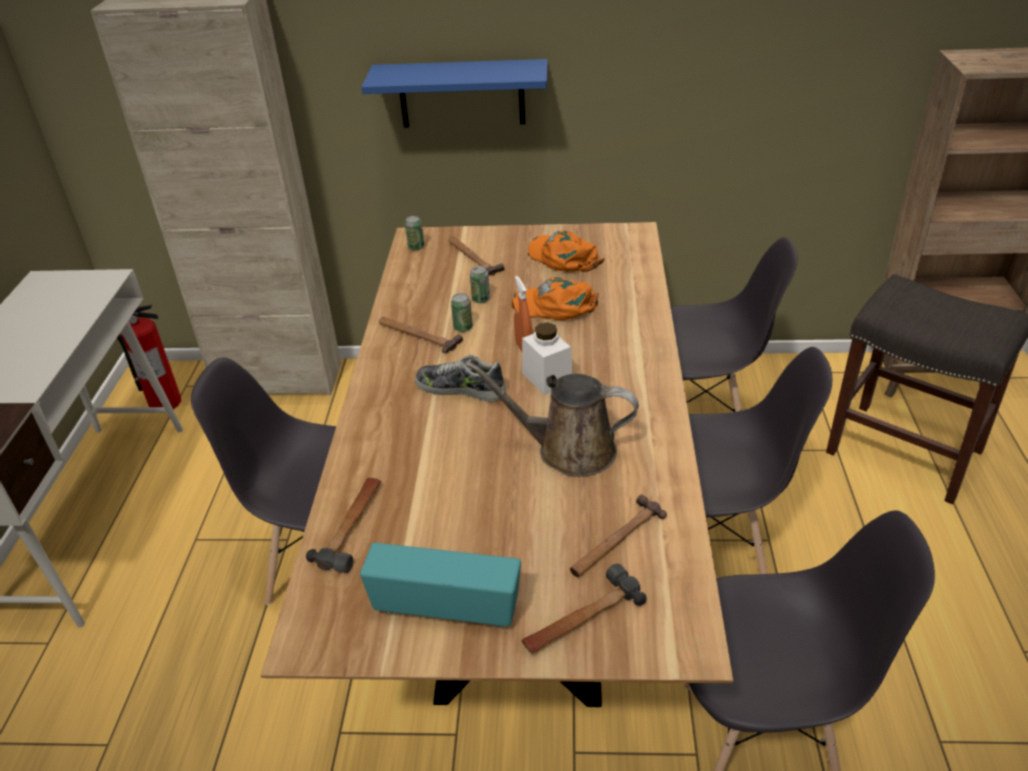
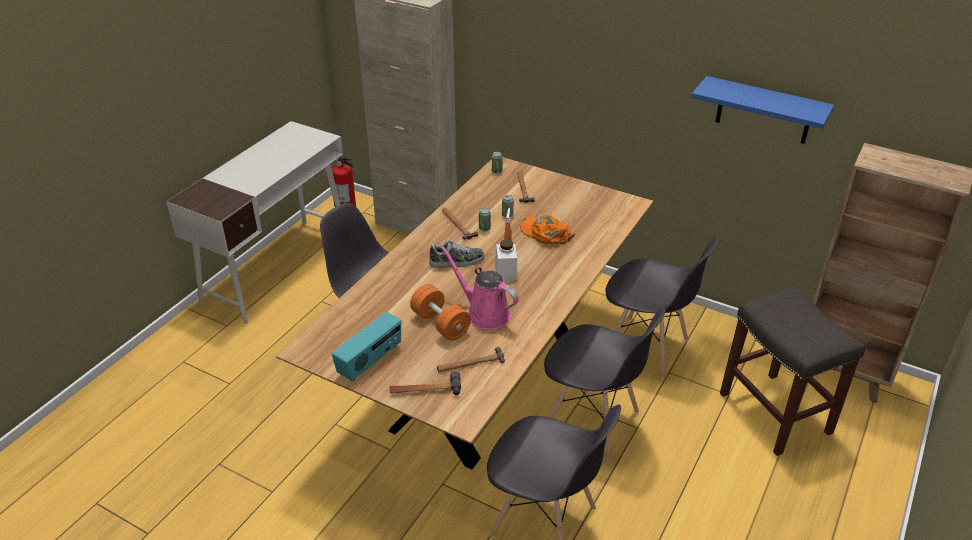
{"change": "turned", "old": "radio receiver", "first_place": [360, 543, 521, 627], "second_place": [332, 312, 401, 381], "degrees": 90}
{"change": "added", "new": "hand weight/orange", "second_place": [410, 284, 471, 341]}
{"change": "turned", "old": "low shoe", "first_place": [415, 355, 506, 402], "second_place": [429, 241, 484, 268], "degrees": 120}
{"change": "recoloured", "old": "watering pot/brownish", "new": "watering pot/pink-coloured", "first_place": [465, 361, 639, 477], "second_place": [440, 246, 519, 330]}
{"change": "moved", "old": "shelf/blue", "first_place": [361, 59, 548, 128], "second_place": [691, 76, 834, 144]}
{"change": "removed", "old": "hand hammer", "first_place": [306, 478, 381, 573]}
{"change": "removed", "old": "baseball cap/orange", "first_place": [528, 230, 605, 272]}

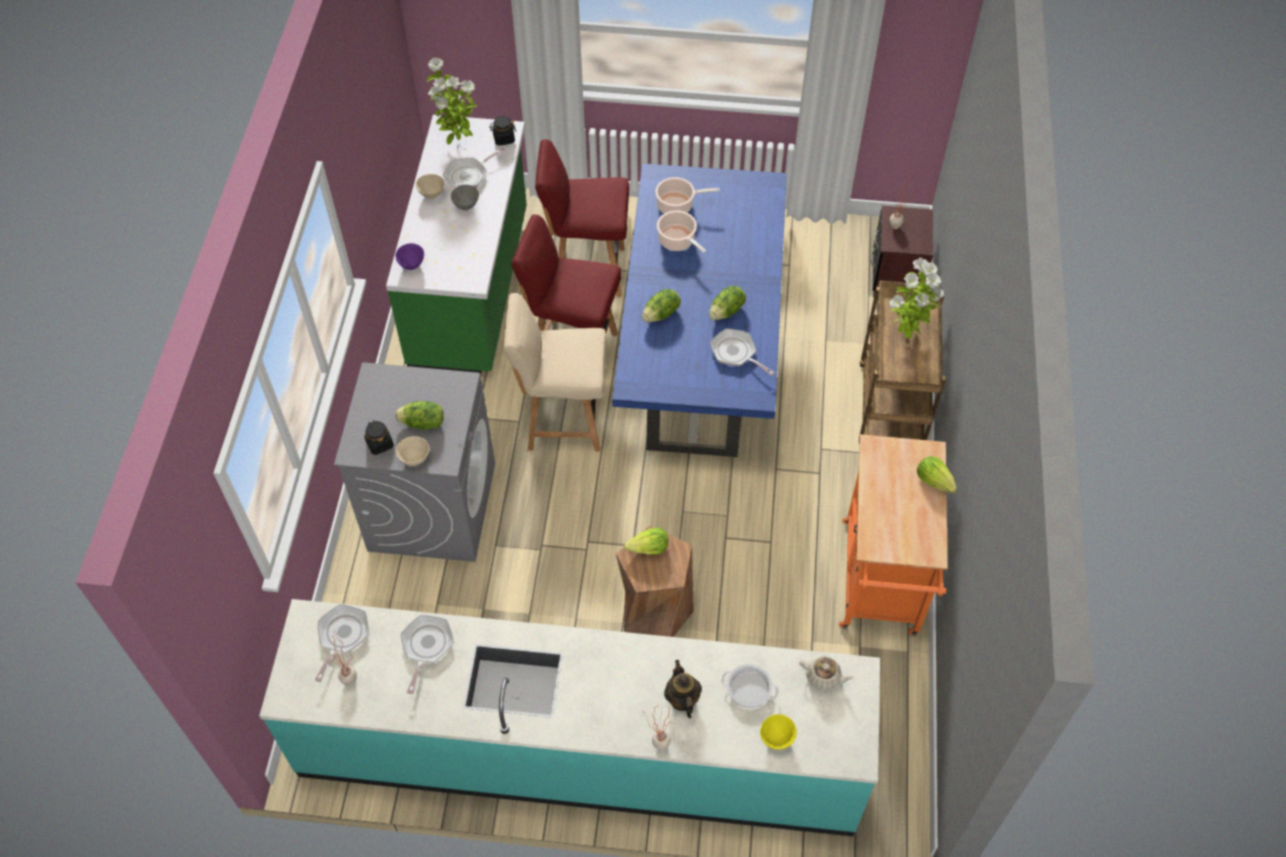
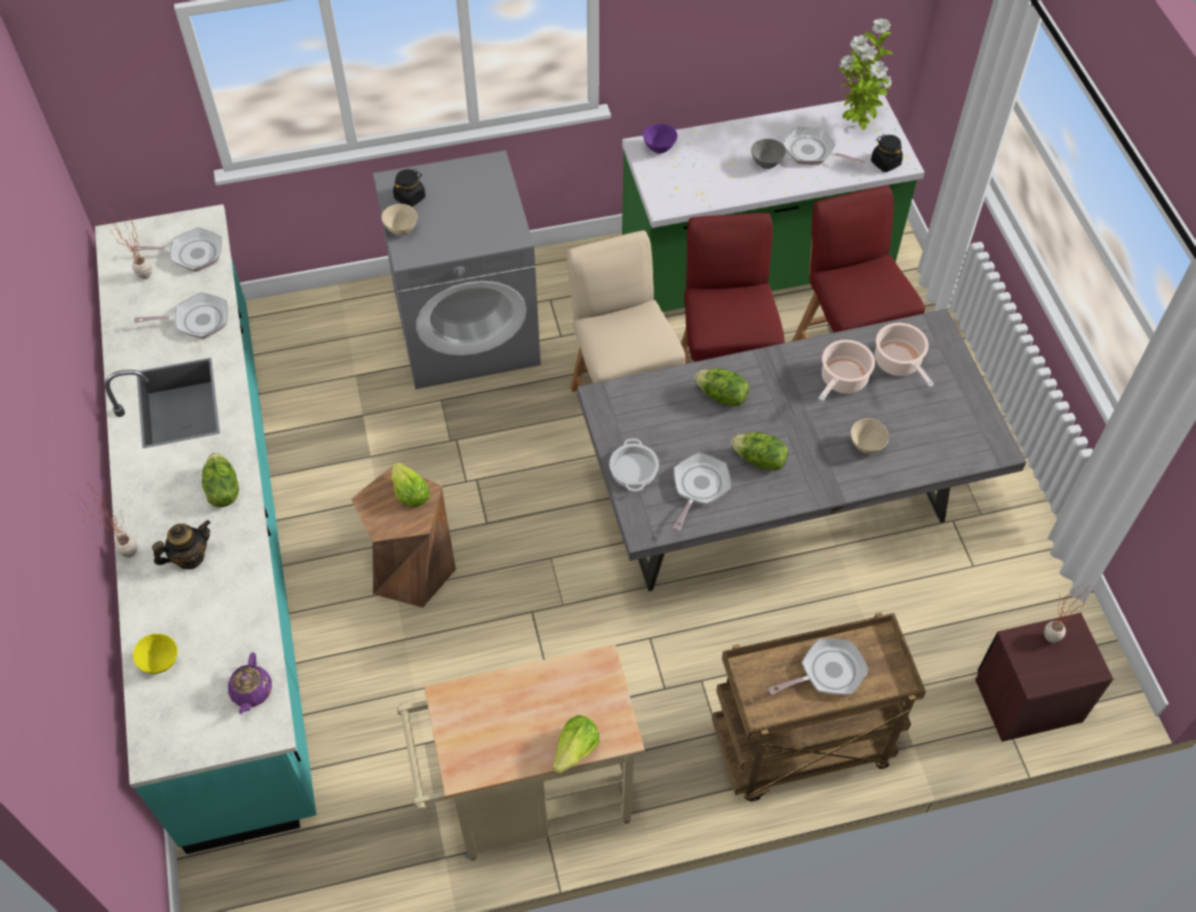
{"change": "moved", "old": "head of lettuce", "first_place": [395, 401, 443, 430], "second_place": [202, 452, 239, 507]}
{"change": "recoloured", "old": "pot for tea/beige", "new": "pot for tea/purple-coloured", "first_place": [799, 656, 855, 691], "second_place": [228, 652, 272, 715]}
{"change": "recoloured", "old": "cart/orange", "new": "cart/beige", "first_place": [839, 434, 948, 636], "second_place": [397, 644, 645, 861]}
{"change": "recoloured", "old": "dining table/blue", "new": "dining table/gray", "first_place": [612, 163, 787, 457], "second_place": [577, 309, 1026, 591]}
{"change": "moved", "old": "stockpot", "first_place": [721, 664, 779, 708], "second_place": [609, 438, 659, 491]}
{"change": "replaced", "old": "plant in a pot", "new": "skillet", "first_place": [889, 258, 944, 338], "second_place": [768, 638, 869, 695]}
{"change": "moved", "old": "bowl/beige", "first_place": [416, 174, 445, 199], "second_place": [851, 418, 889, 454]}

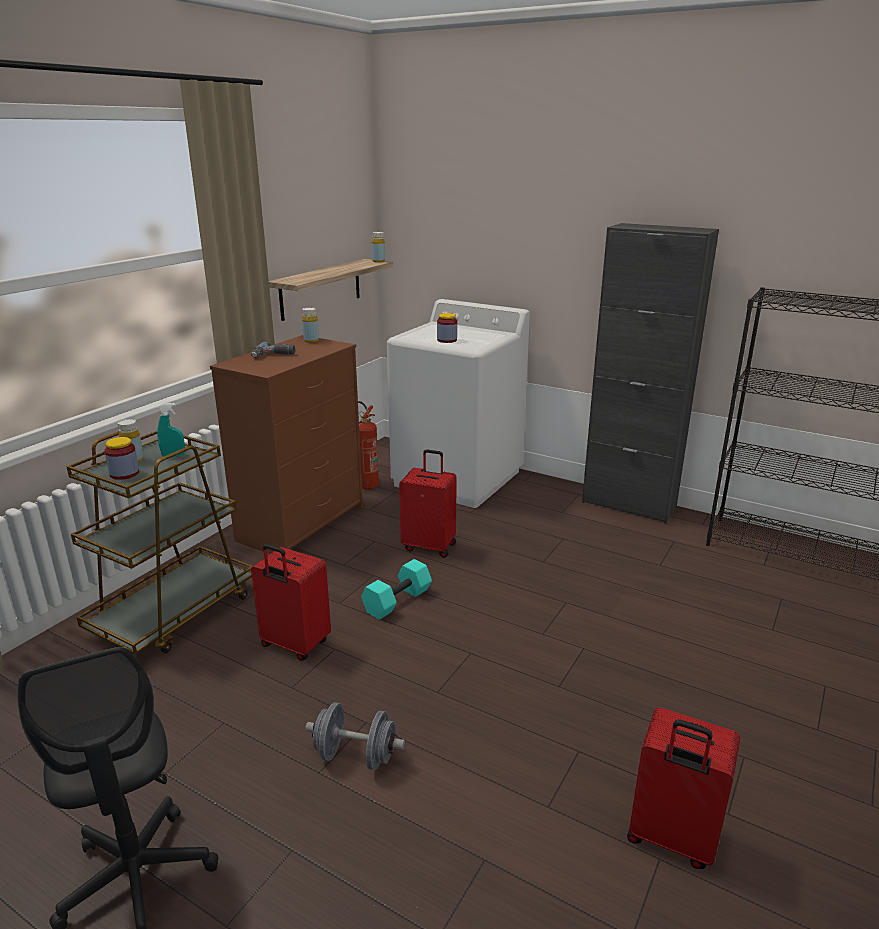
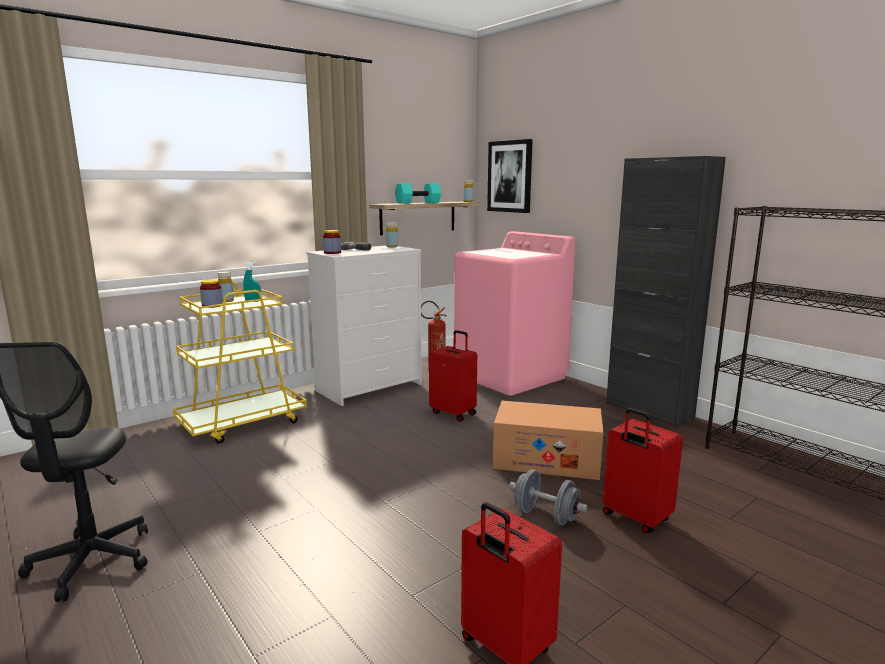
{"change": "recoloured", "old": "cart/brownish", "new": "cart/yellow-coloured", "first_place": [66, 431, 252, 655], "second_place": [173, 281, 307, 444]}
{"change": "recoloured", "old": "chest of drawers/brownish", "new": "chest of drawers/whitish", "first_place": [210, 335, 363, 554], "second_place": [306, 245, 422, 406]}
{"change": "moved", "old": "storage jar", "first_place": [437, 313, 457, 343], "second_place": [323, 230, 341, 254]}
{"change": "moved", "old": "hand weight/turquoise-coloured", "first_place": [361, 559, 432, 620], "second_place": [395, 183, 441, 204]}
{"change": "recoloured", "old": "laundry machine/whitish", "new": "laundry machine/pink-coloured", "first_place": [387, 299, 530, 508], "second_place": [454, 231, 575, 396]}
{"change": "added", "new": "wall art", "second_place": [487, 139, 533, 213]}
{"change": "added", "new": "packing box", "second_place": [493, 401, 603, 480]}
{"change": "moved", "old": "hand weight/gray", "first_place": [305, 702, 405, 770], "second_place": [509, 469, 587, 525]}
{"change": "moved", "old": "travel case/red-coloured", "first_place": [251, 544, 331, 661], "second_place": [602, 408, 683, 533]}

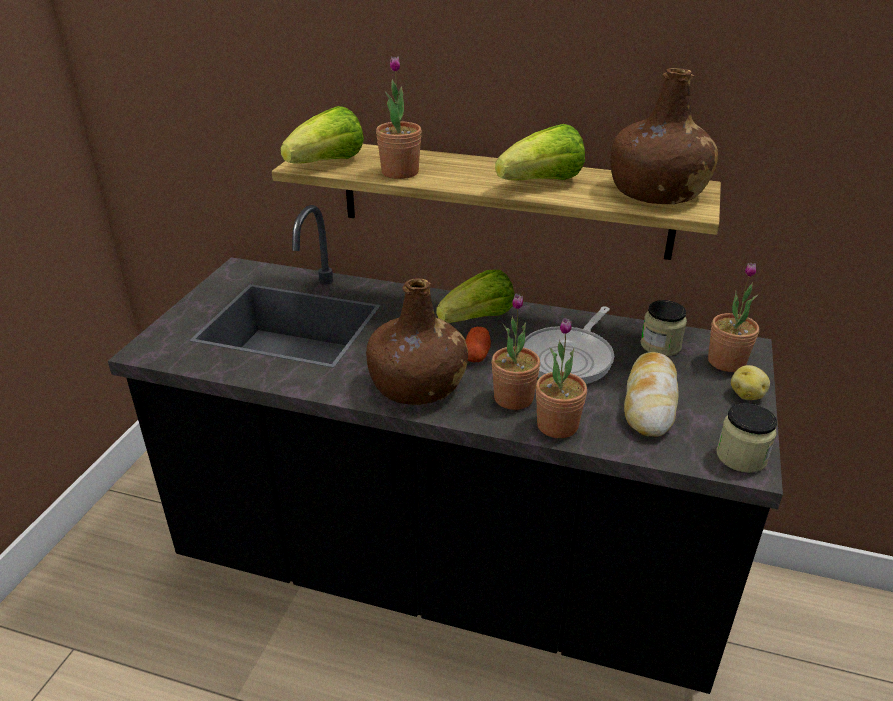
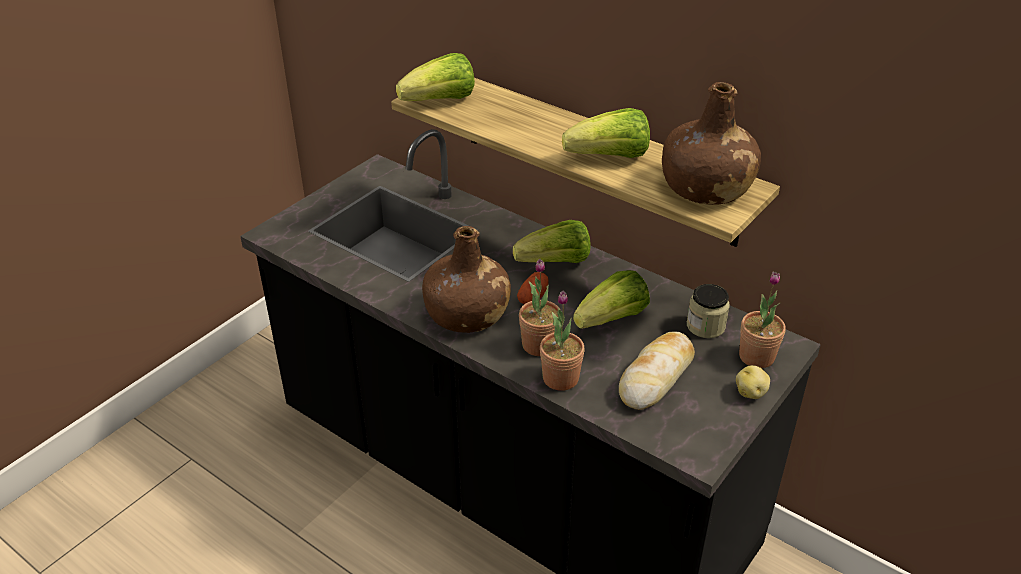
{"change": "replaced", "old": "skillet", "new": "head of lettuce", "first_place": [524, 307, 614, 384], "second_place": [573, 270, 650, 328]}
{"change": "removed", "old": "plant in a pot", "first_place": [376, 56, 422, 179]}
{"change": "removed", "old": "storage jar", "first_place": [717, 403, 777, 473]}

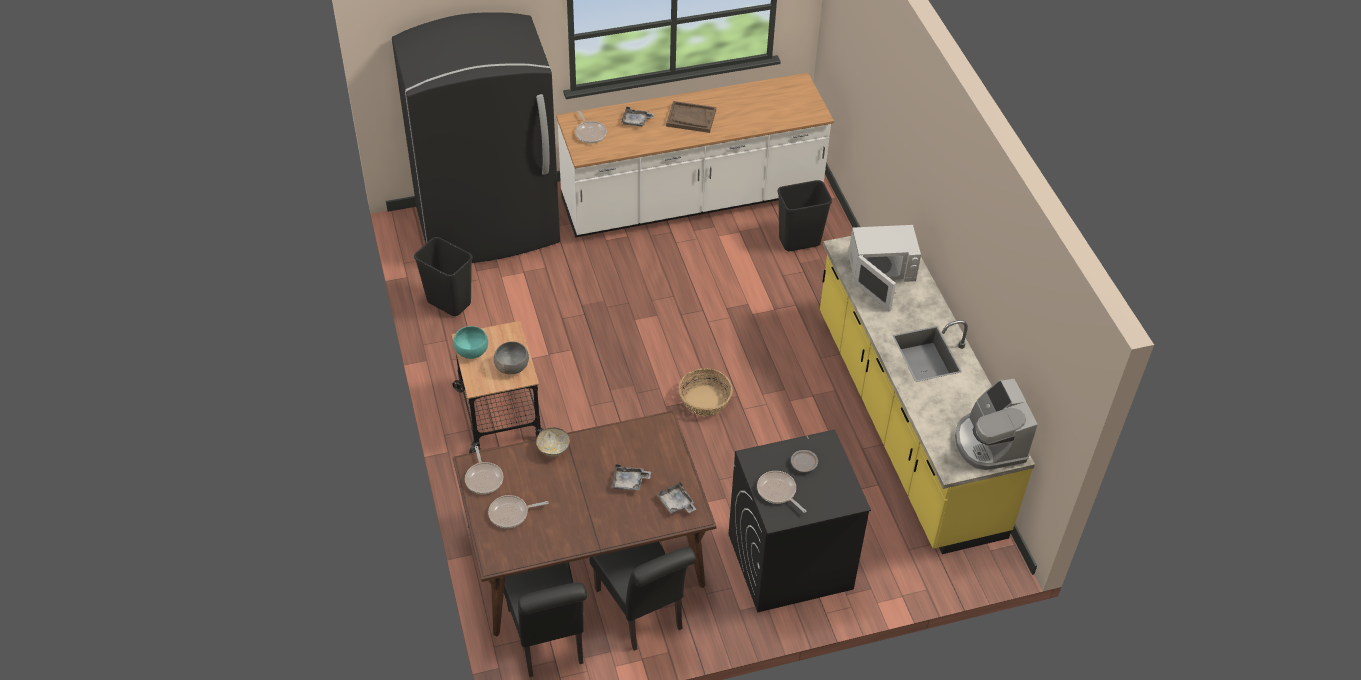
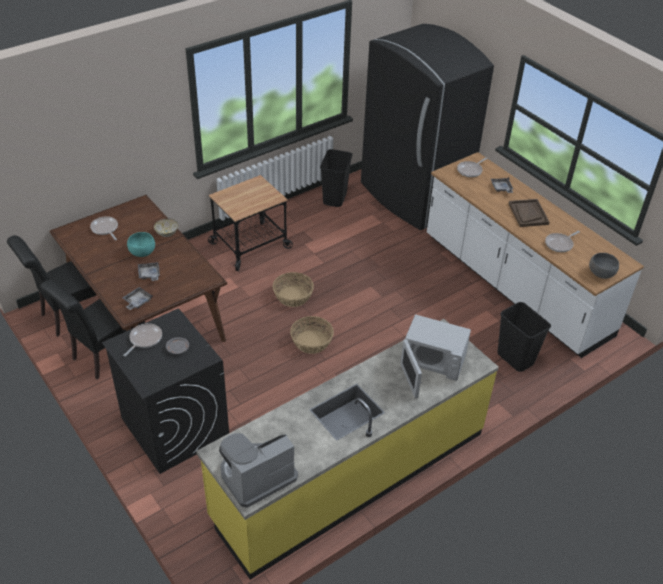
{"change": "moved", "old": "bowl/turquoise-coloured", "first_place": [453, 326, 488, 359], "second_place": [127, 232, 155, 257]}
{"change": "added", "new": "household basket", "second_place": [273, 272, 314, 307]}
{"change": "turned", "old": "kitchen microwave/whitish", "first_place": [848, 225, 921, 311], "second_place": [400, 314, 471, 399], "degrees": -45}
{"change": "moved", "old": "skillet", "first_place": [465, 446, 503, 494], "second_place": [545, 231, 580, 252]}
{"change": "moved", "old": "bowl/gray", "first_place": [494, 341, 529, 374], "second_place": [589, 253, 619, 279]}

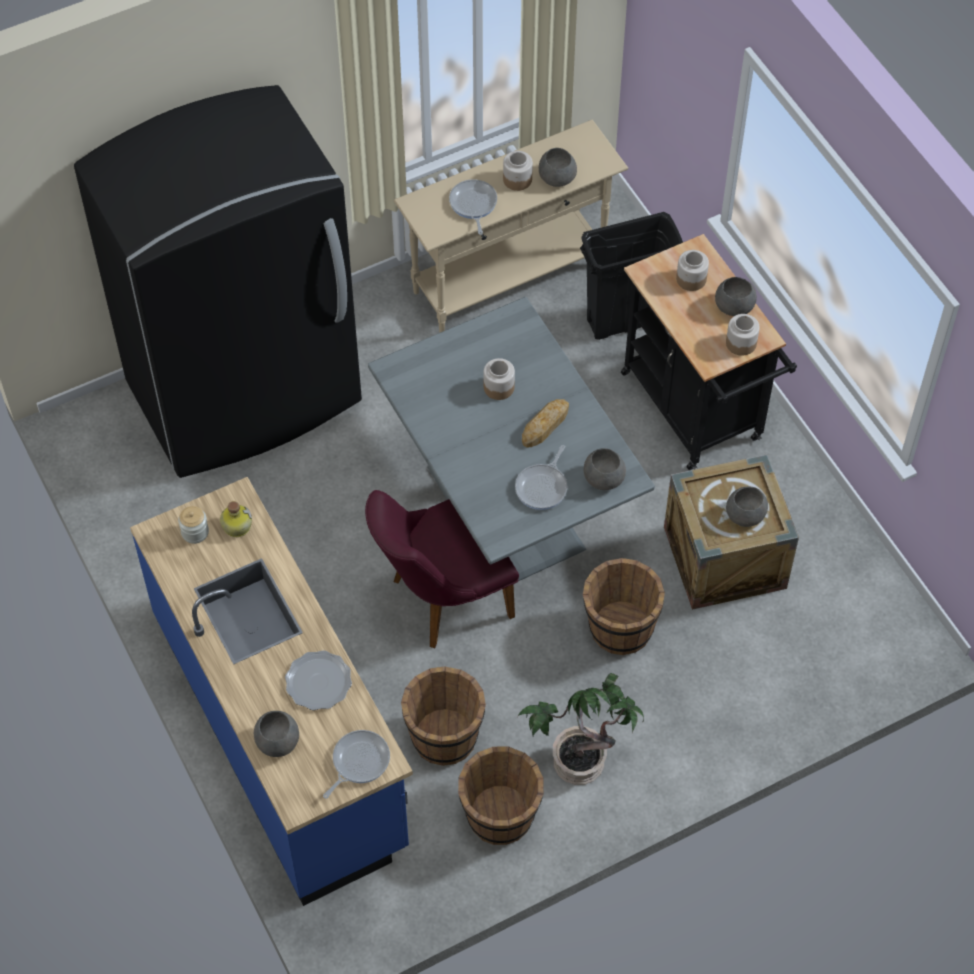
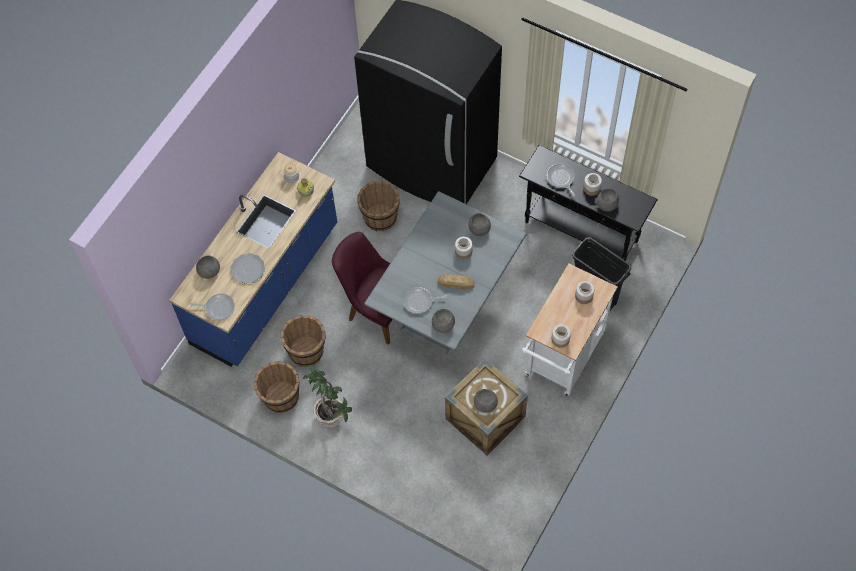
{"change": "moved", "old": "water bucket/brownish", "first_place": [583, 558, 665, 655], "second_place": [357, 181, 400, 231]}
{"change": "moved", "old": "bowl/gray", "first_place": [715, 277, 757, 316], "second_place": [468, 213, 491, 236]}
{"change": "recoloured", "old": "console table/beige", "new": "console table/blackish", "first_place": [394, 120, 628, 333], "second_place": [519, 145, 658, 261]}
{"change": "recoloured", "old": "cart/blackish", "new": "cart/whitish", "first_place": [621, 234, 797, 470], "second_place": [522, 264, 618, 397]}
{"change": "turned", "old": "skillet", "first_place": [449, 179, 497, 235], "second_place": [547, 163, 575, 197], "degrees": -75}

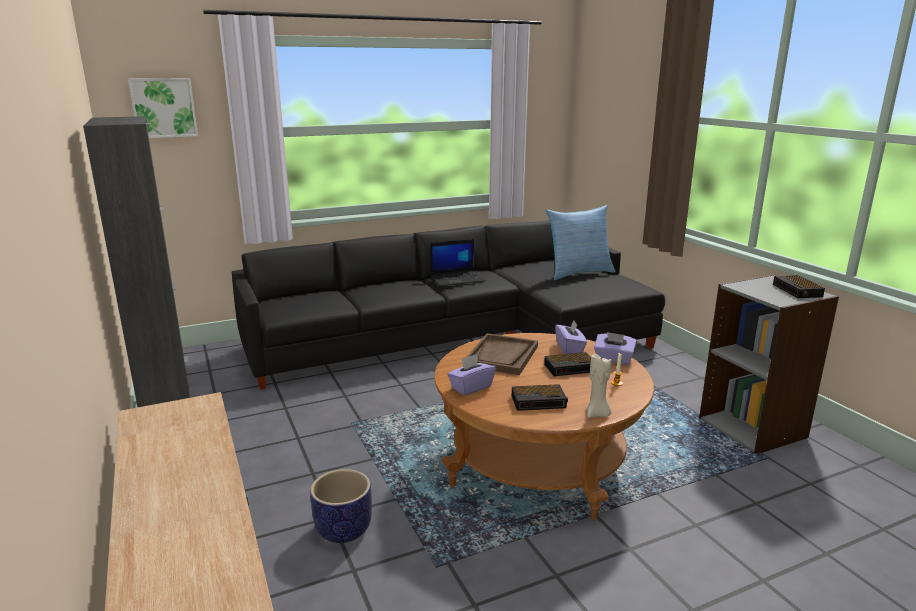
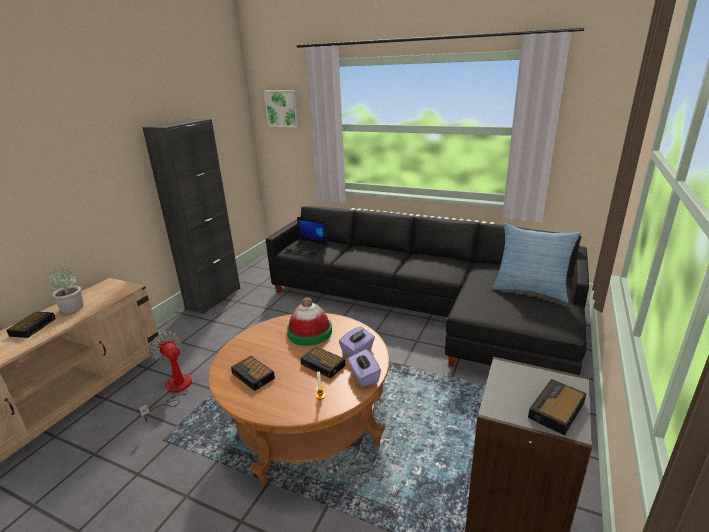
{"change": "added", "new": "alarm clock", "second_place": [6, 311, 56, 338]}
{"change": "added", "new": "plant in a pot", "second_place": [48, 267, 84, 314]}
{"change": "replaced", "old": "planter", "new": "electric fan", "first_place": [310, 469, 372, 543], "second_place": [139, 331, 192, 423]}
{"change": "moved", "old": "laptop", "first_place": [430, 239, 485, 286], "second_place": [284, 217, 328, 255]}
{"change": "replaced", "old": "serving tray/brownish", "new": "clothing hat", "first_place": [467, 333, 538, 375], "second_place": [287, 297, 332, 346]}
{"change": "removed", "old": "tissue box/purple-coloured", "first_place": [447, 354, 496, 396]}
{"change": "removed", "old": "wax candle/beige", "first_place": [586, 354, 611, 418]}

